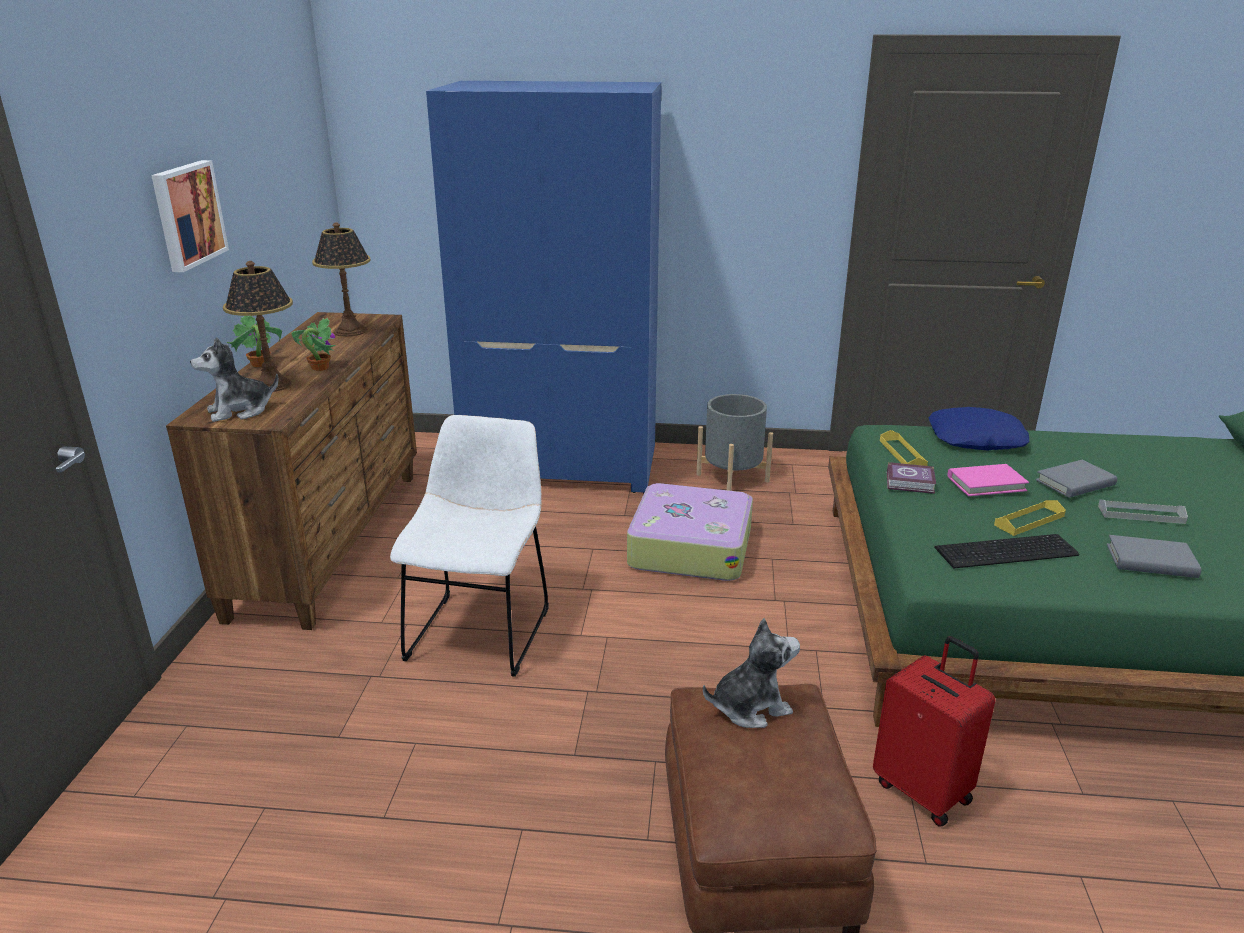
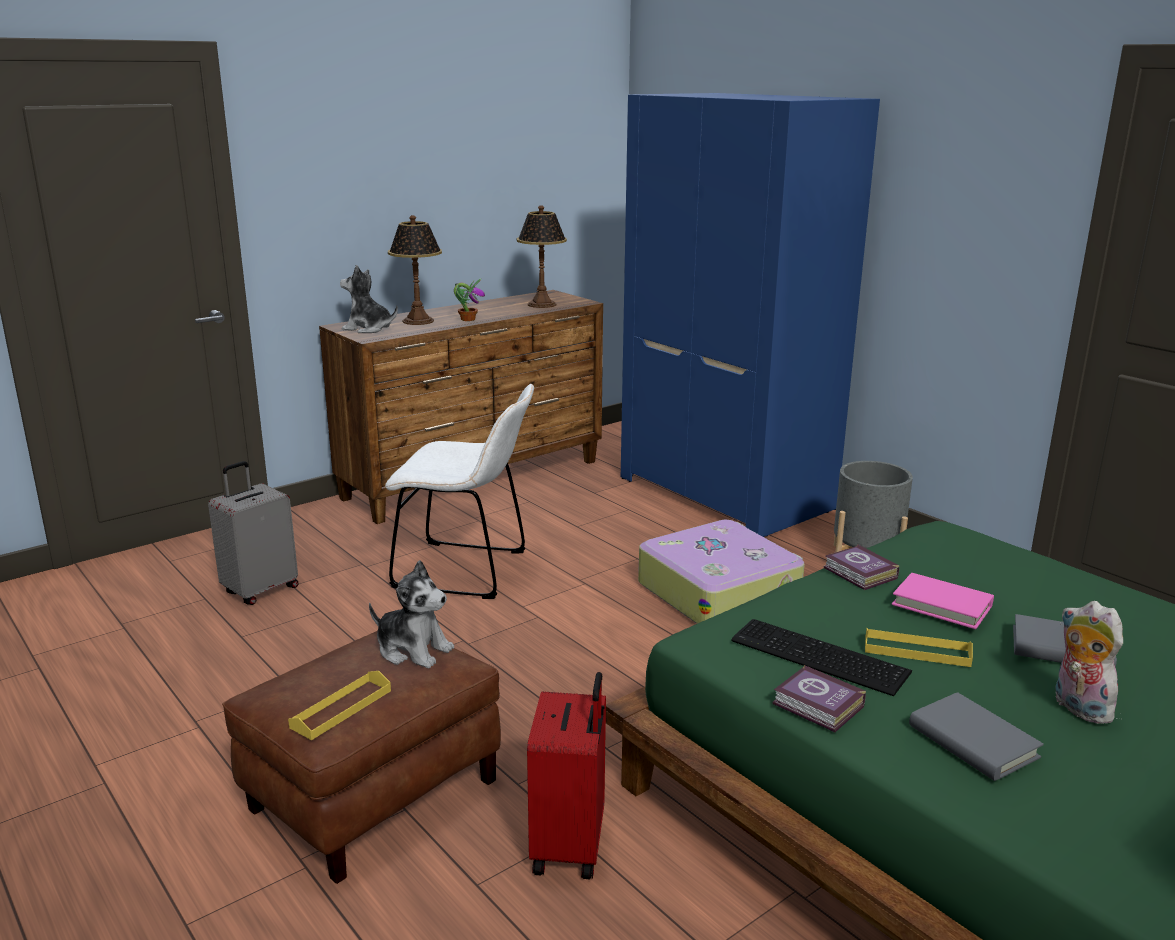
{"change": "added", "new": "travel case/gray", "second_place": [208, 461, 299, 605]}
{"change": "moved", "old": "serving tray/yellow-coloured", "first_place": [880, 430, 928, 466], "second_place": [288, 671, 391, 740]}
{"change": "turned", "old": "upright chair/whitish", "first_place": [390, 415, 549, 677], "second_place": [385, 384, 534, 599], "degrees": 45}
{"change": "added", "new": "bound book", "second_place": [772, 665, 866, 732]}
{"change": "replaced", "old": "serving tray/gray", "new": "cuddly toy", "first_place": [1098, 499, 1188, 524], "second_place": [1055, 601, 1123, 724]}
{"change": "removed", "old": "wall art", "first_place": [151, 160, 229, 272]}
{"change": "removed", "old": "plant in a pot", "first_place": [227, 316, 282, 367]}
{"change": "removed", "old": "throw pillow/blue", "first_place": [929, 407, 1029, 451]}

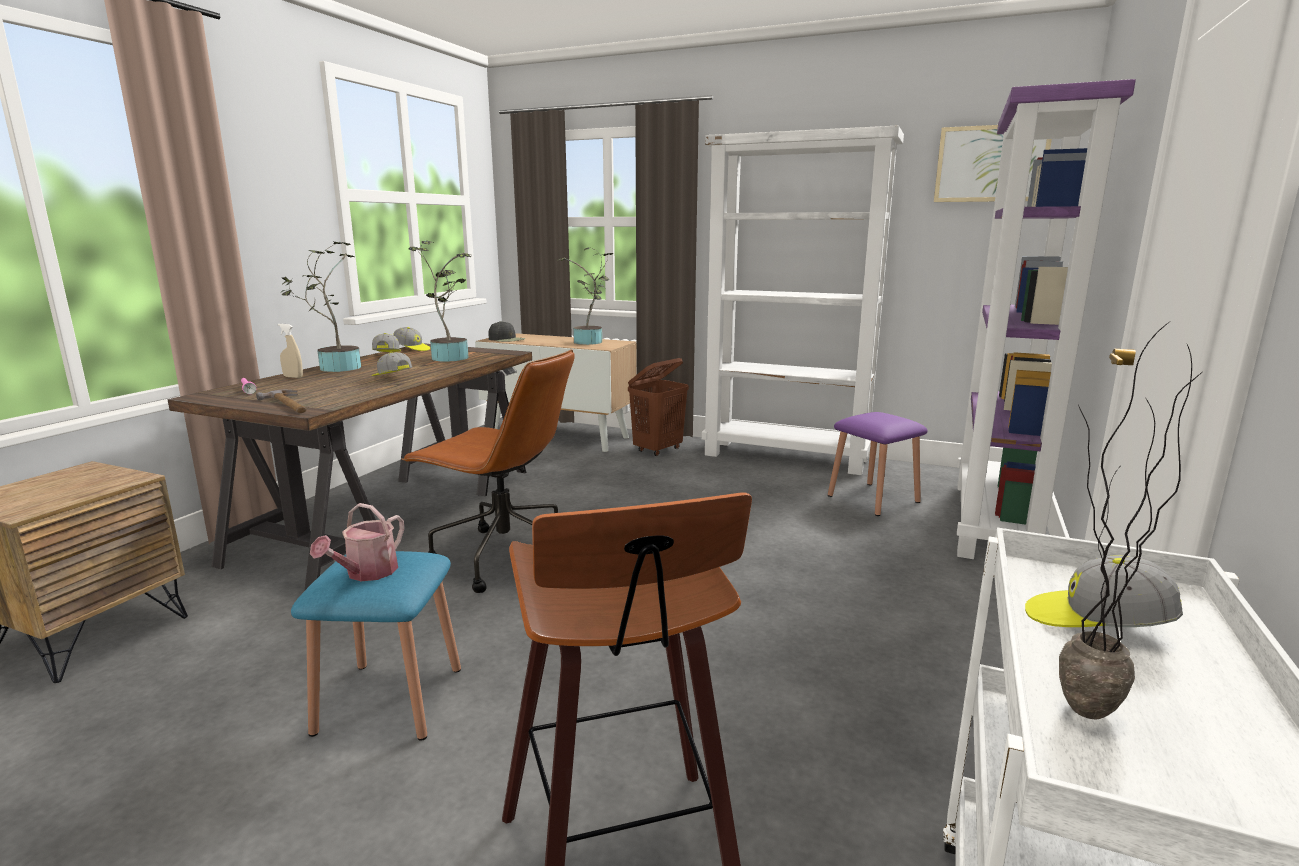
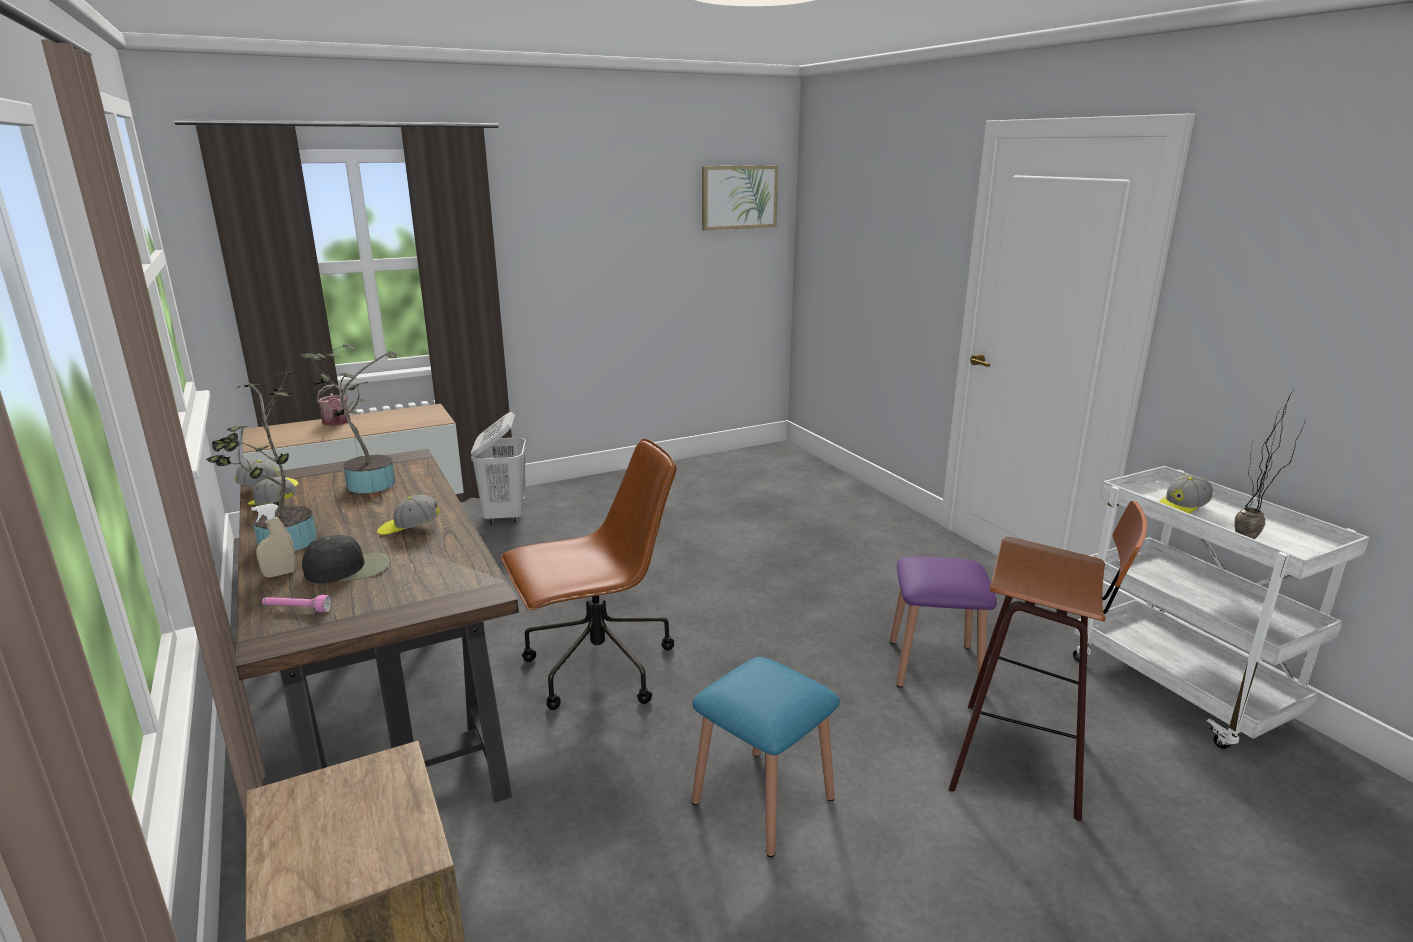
{"change": "moved", "old": "baseball cap/blackish", "first_place": [488, 321, 525, 342], "second_place": [302, 535, 390, 583]}
{"change": "moved", "old": "watering pot", "first_place": [310, 503, 404, 581], "second_place": [317, 384, 350, 426]}
{"change": "recoloured", "old": "hamper/brownish", "new": "hamper/whitish", "first_place": [628, 358, 689, 456], "second_place": [471, 412, 526, 524]}
{"change": "moved", "old": "sitting stool/purple-coloured", "first_place": [828, 412, 928, 516], "second_place": [890, 557, 997, 688]}
{"change": "removed", "old": "hand hammer", "first_place": [256, 390, 307, 413]}
{"change": "removed", "old": "plant in a pot", "first_place": [558, 247, 613, 345]}
{"change": "removed", "old": "bookcase/whitish", "first_place": [702, 126, 904, 475]}
{"change": "removed", "old": "bookcase/purple-coloured", "first_place": [957, 79, 1136, 559]}

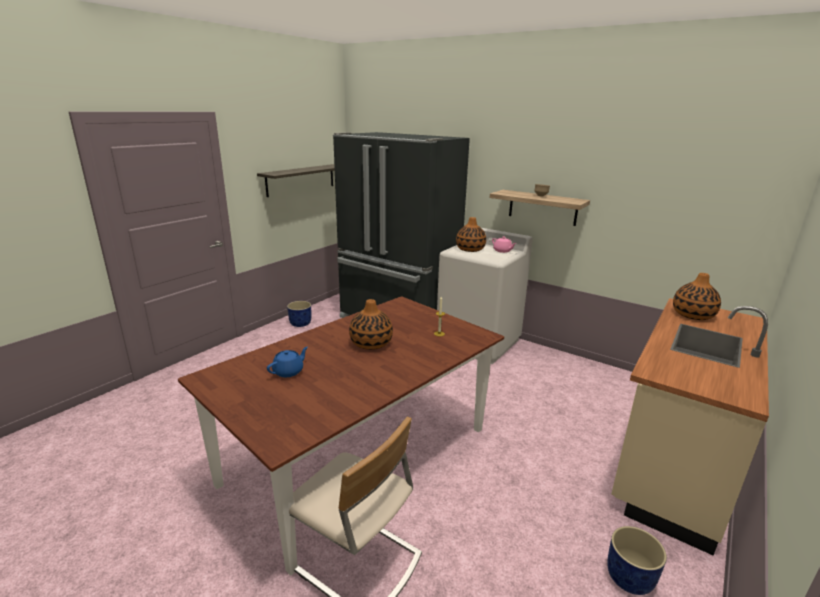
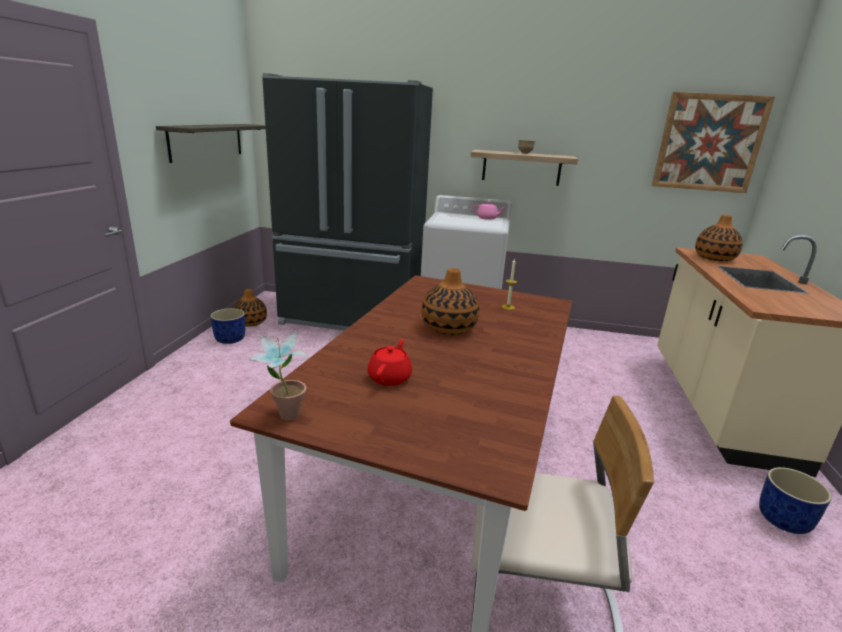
{"change": "moved", "old": "decorative vase", "first_place": [456, 217, 486, 252], "second_place": [233, 289, 267, 327]}
{"change": "added", "new": "plant in a pot", "second_place": [249, 330, 307, 421]}
{"change": "recoloured", "old": "pot for tea/blue", "new": "pot for tea/red-coloured", "first_place": [267, 346, 308, 377], "second_place": [368, 339, 412, 386]}
{"change": "added", "new": "wall art", "second_place": [652, 92, 775, 193]}

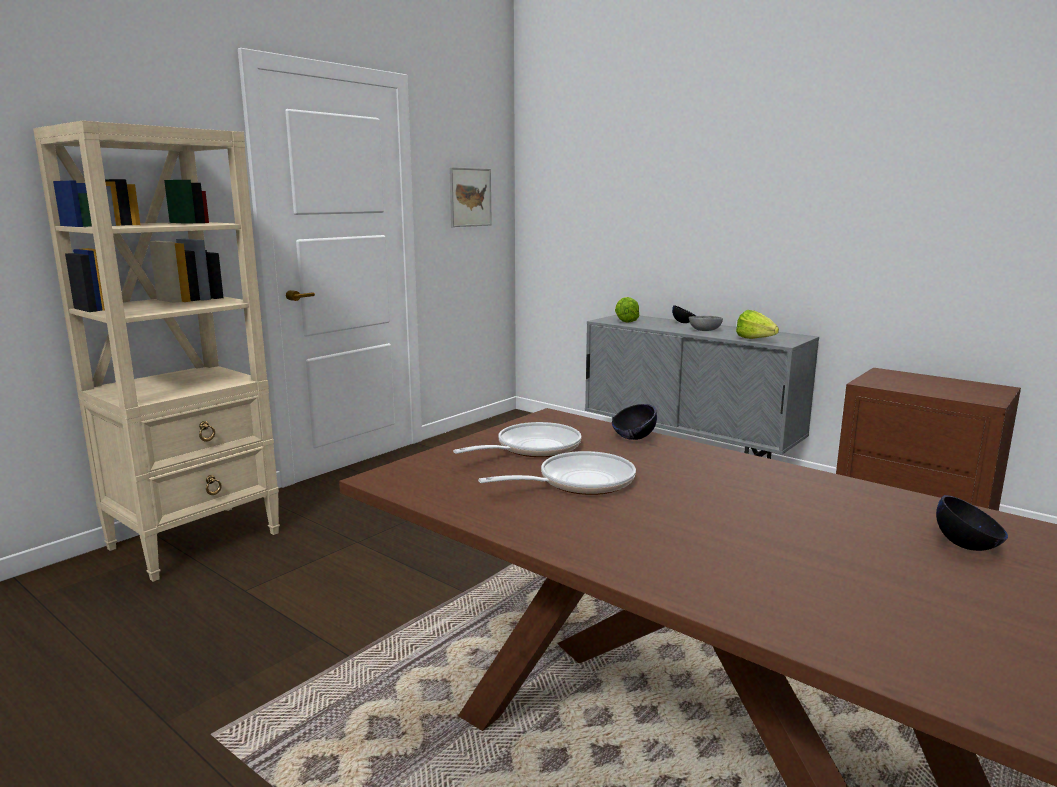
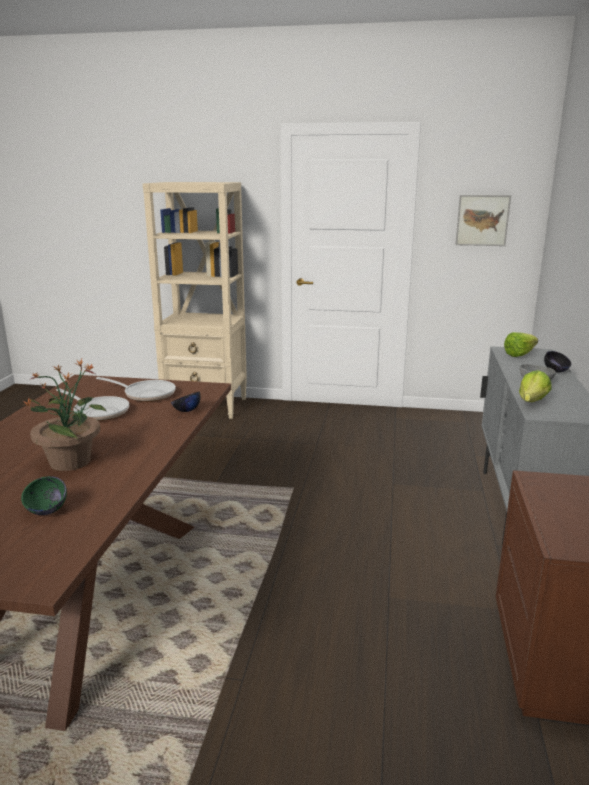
{"change": "recoloured", "old": "bowl/blackish", "new": "bowl/green", "first_place": [936, 495, 1008, 551], "second_place": [21, 476, 67, 515]}
{"change": "added", "new": "plant in a pot", "second_place": [23, 359, 107, 471]}

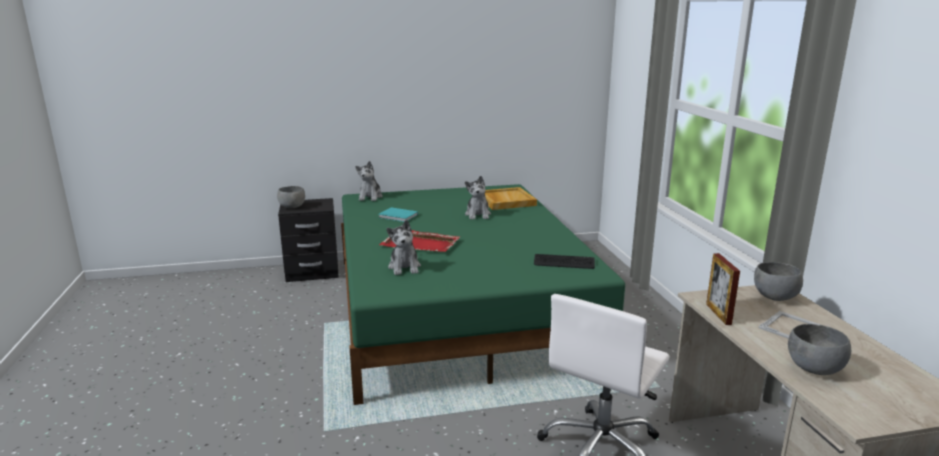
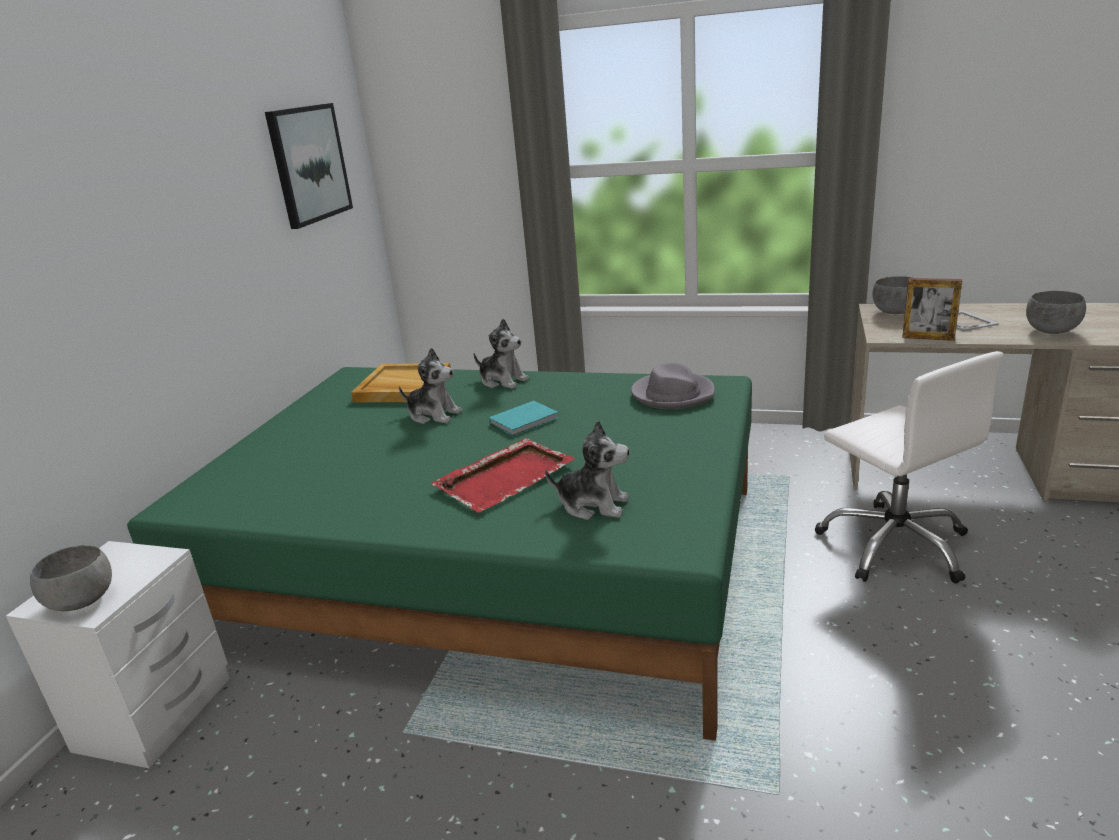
{"change": "recoloured", "old": "nightstand/blackish", "new": "nightstand/whitish", "first_place": [278, 198, 338, 282], "second_place": [6, 541, 230, 768]}
{"change": "added", "new": "wall art", "second_place": [265, 103, 353, 229]}
{"change": "moved", "old": "cuddly toy", "first_place": [355, 161, 382, 201], "second_place": [473, 319, 529, 389]}
{"change": "moved", "old": "bound book/turquoise-coloured", "first_place": [378, 207, 418, 222], "second_place": [489, 401, 559, 436]}
{"change": "replaced", "old": "keyboard", "new": "clothing hat/gray", "first_place": [534, 254, 595, 269], "second_place": [631, 362, 715, 409]}

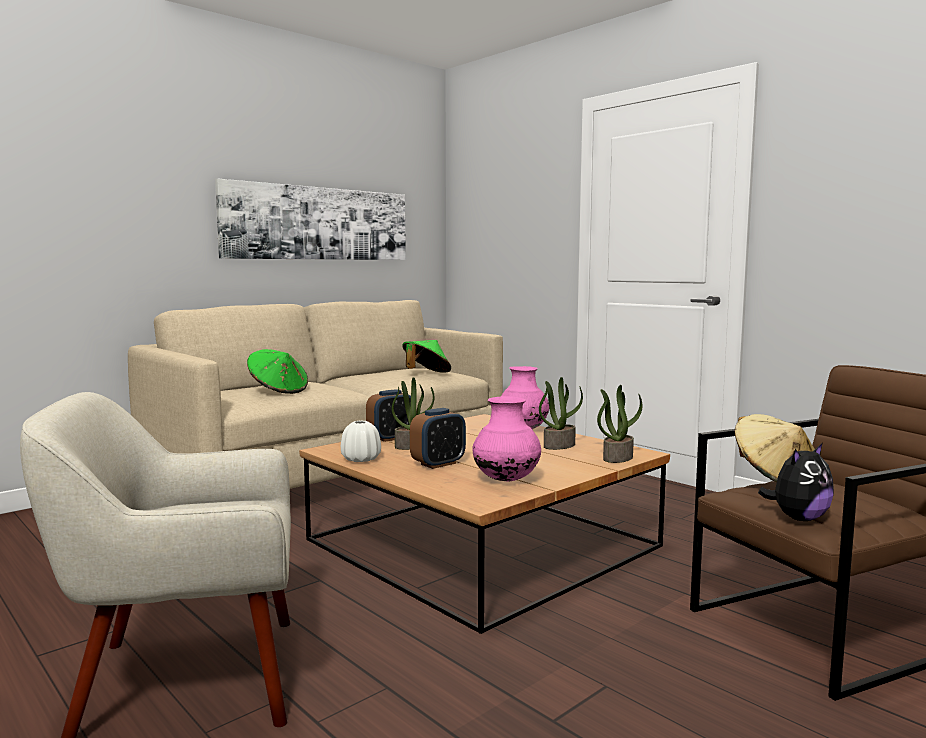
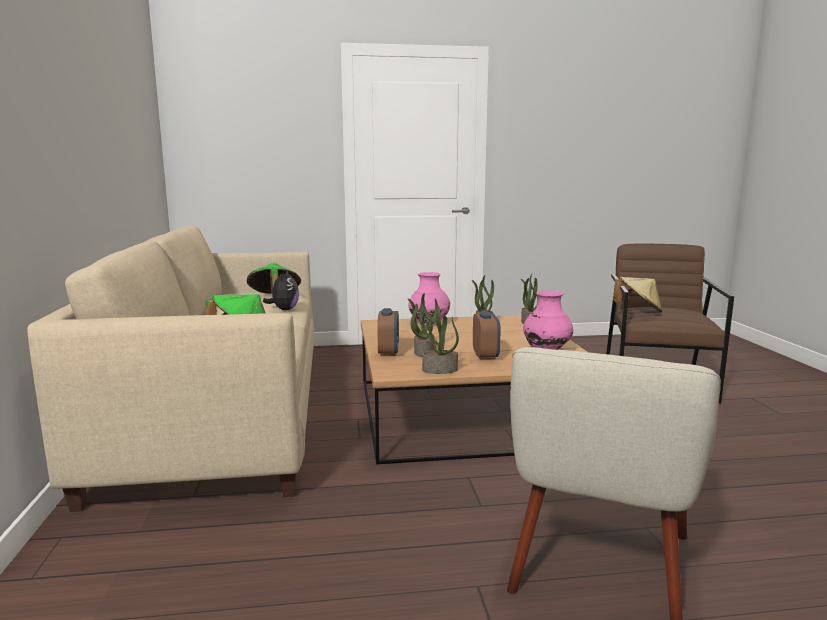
{"change": "moved", "old": "cuddly toy", "first_place": [758, 443, 834, 521], "second_place": [263, 269, 299, 310]}
{"change": "replaced", "old": "decorative vase/whitish", "new": "plant in a pot", "first_place": [341, 421, 381, 462], "second_place": [421, 306, 459, 374]}
{"change": "removed", "old": "wall art", "first_place": [215, 178, 406, 260]}

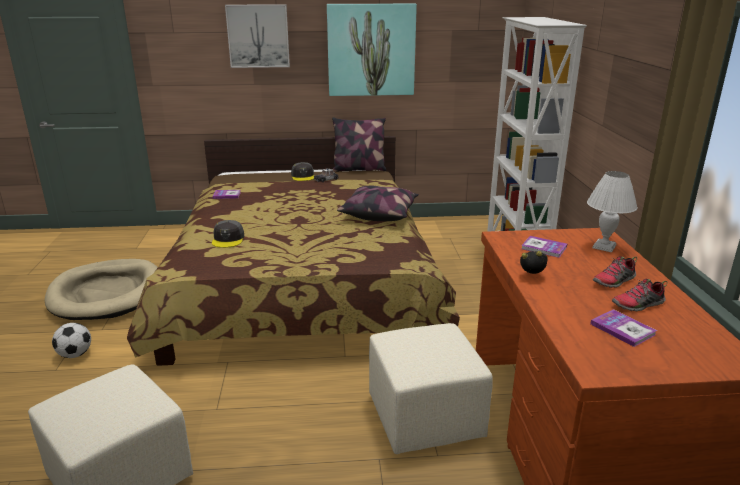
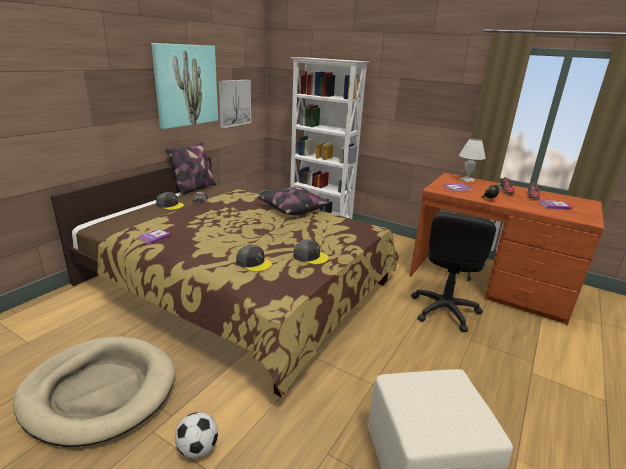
{"change": "moved", "old": "wall art", "first_place": [225, 4, 290, 68], "second_place": [218, 80, 251, 128]}
{"change": "added", "new": "baseball cap/gray", "second_place": [293, 239, 329, 264]}
{"change": "replaced", "old": "pouffe/beige", "new": "computer chair/blackish", "first_place": [369, 323, 493, 454], "second_place": [411, 212, 496, 332]}

